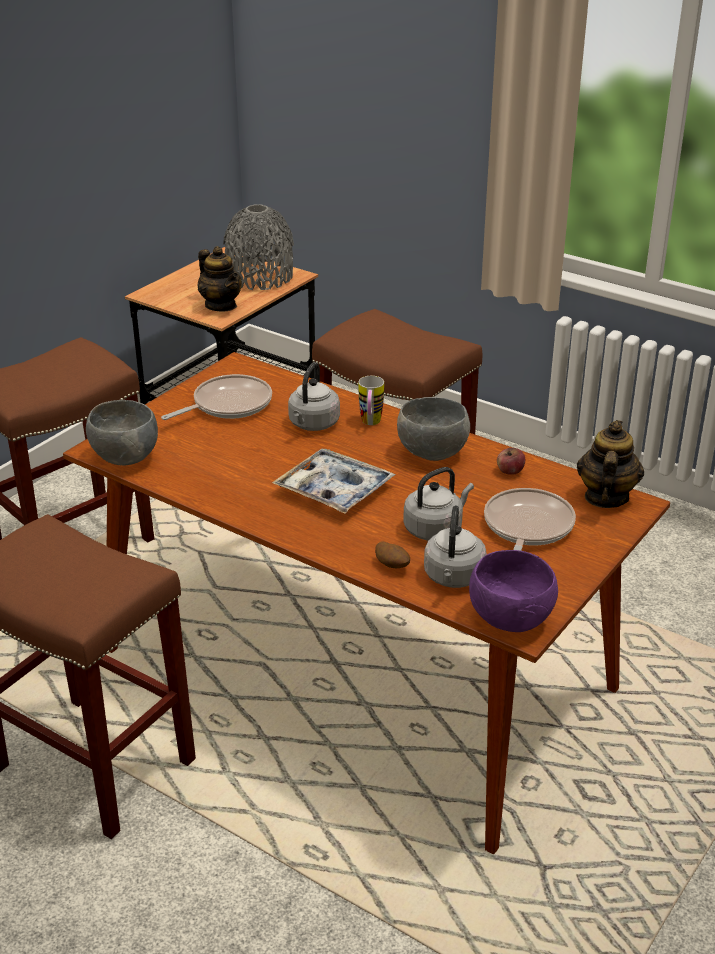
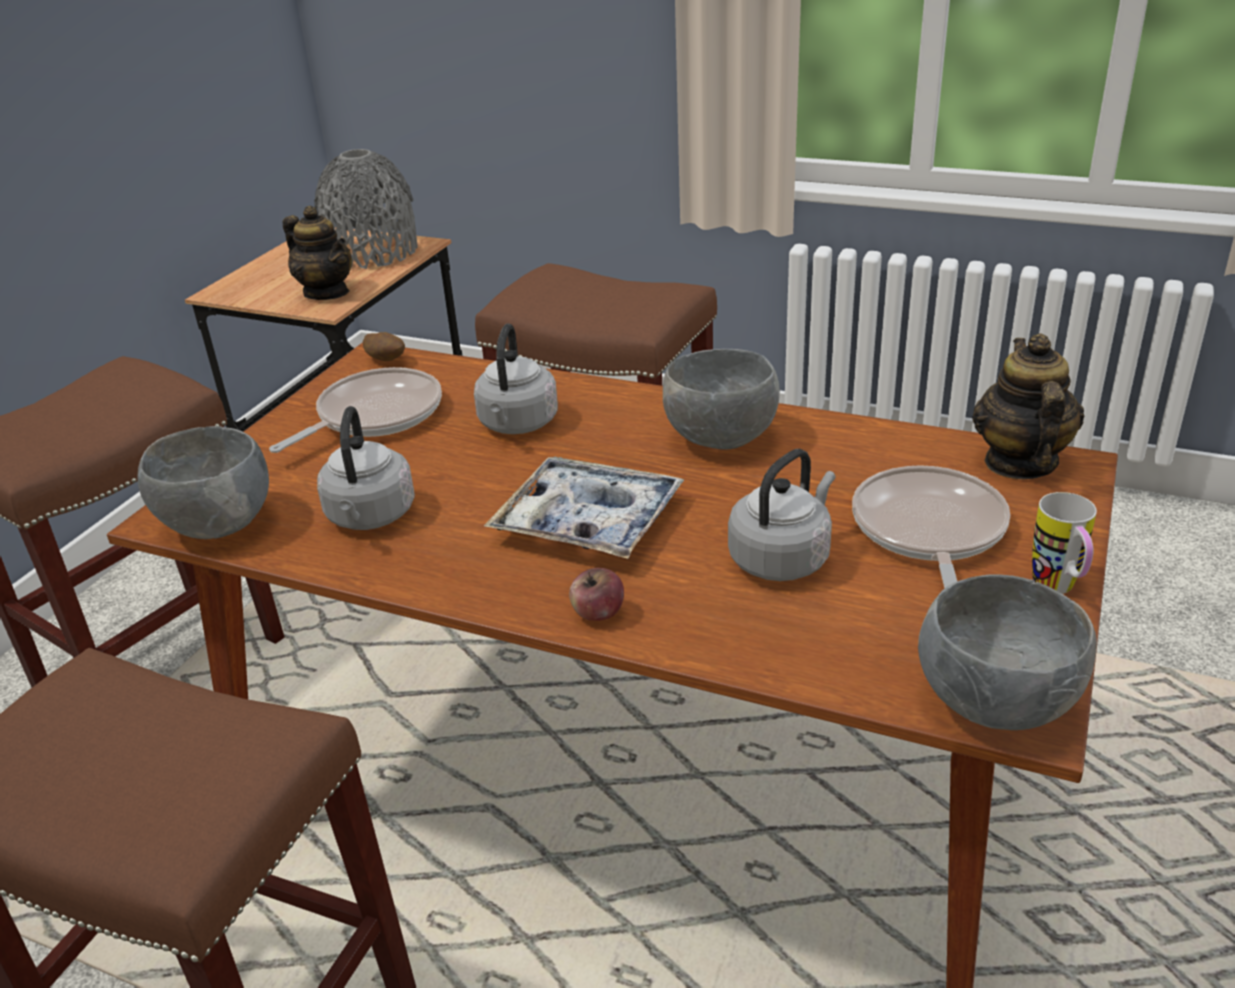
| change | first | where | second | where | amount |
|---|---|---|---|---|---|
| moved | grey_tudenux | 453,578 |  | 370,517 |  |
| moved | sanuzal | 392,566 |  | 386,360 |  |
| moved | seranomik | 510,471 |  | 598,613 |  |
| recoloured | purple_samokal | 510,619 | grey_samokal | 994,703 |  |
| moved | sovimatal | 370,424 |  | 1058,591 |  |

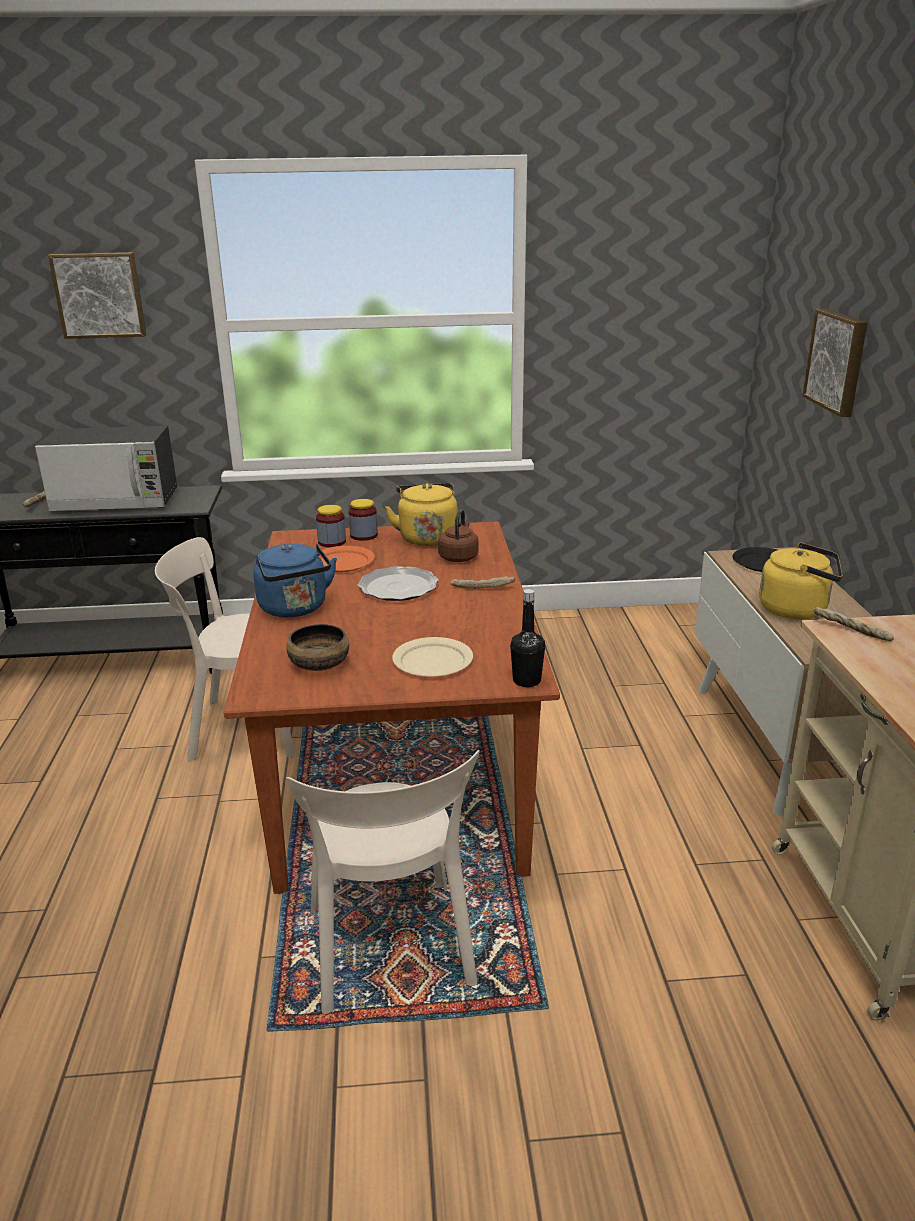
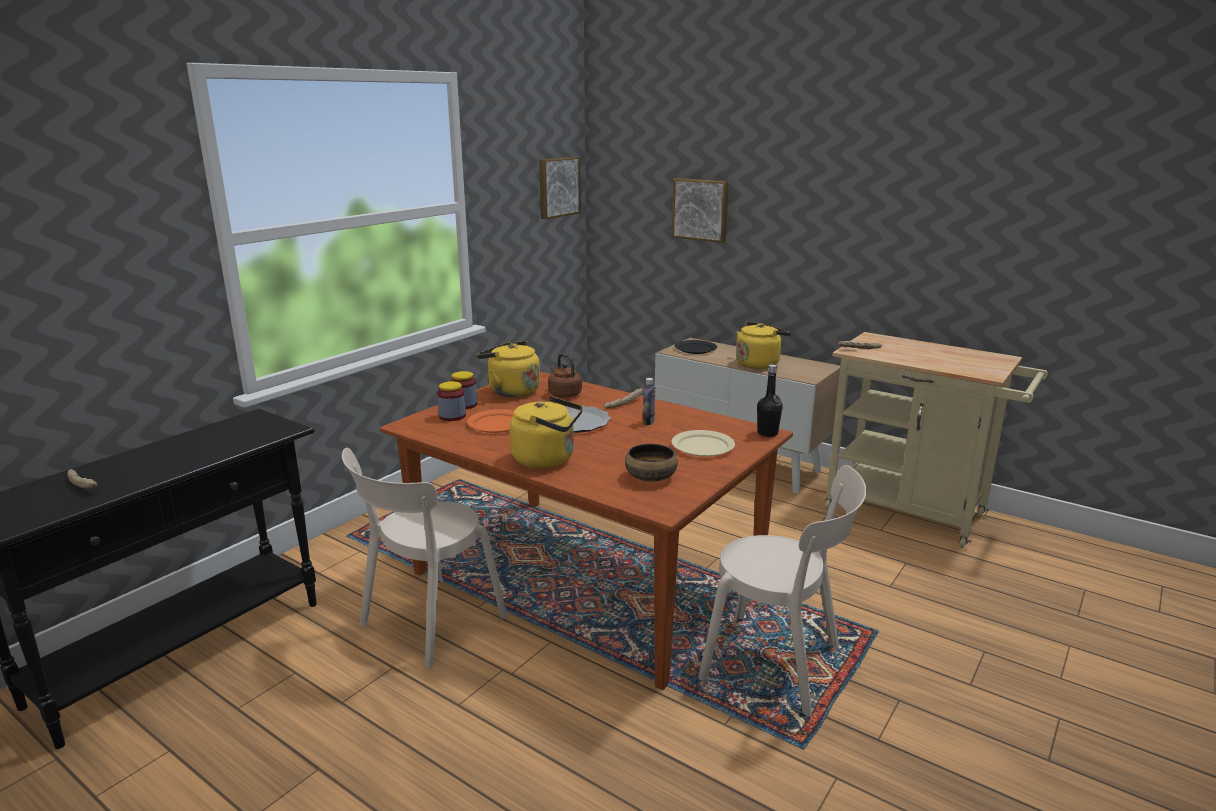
| change | first | where | second | where | amount |
|---|---|---|---|---|---|
| recoloured | blue_tudenux | 295,609 | yellow_tudenux | 547,459 |  |
| moved | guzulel | 99,295 |  | 558,187 |  |
| added |  |  | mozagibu | 648,422 |  |
| removed | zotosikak | 116,501 |  |  |  |

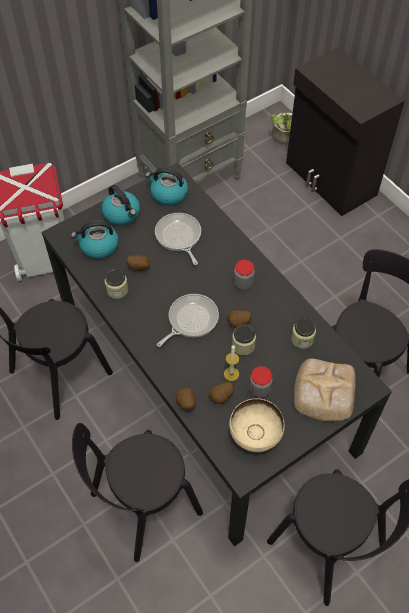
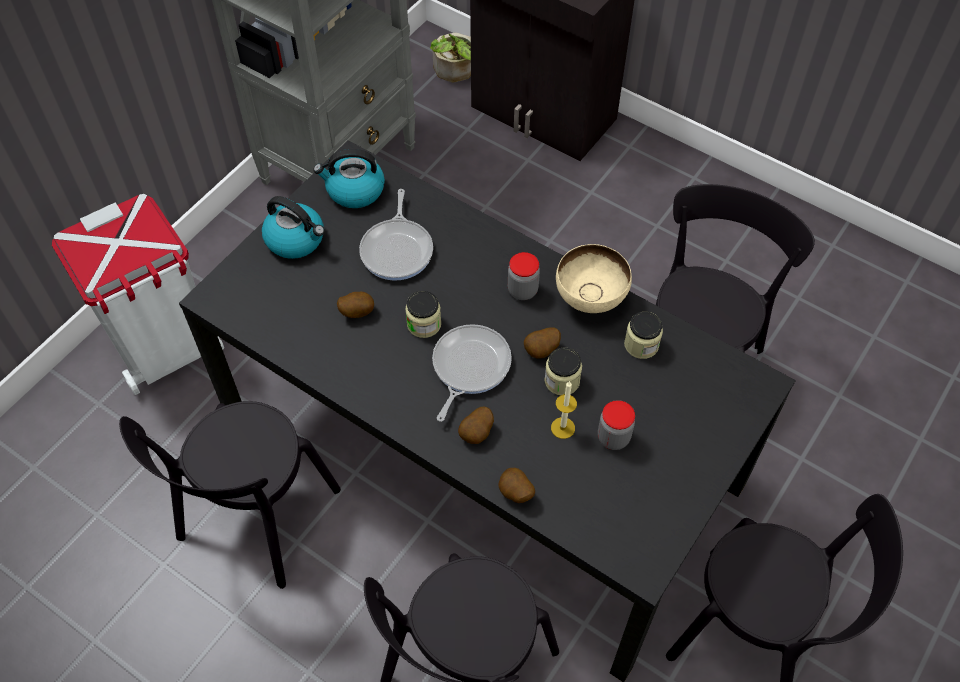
| change | first | where | second | where | amount |
|---|---|---|---|---|---|
| turned | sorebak | 179,237 |  | 398,249 | 135 degrees counterclockwise |
| moved | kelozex | 117,290 |  | 424,324 |  |
| moved | sanuzal | 221,397 |  | 477,434 |  |
| moved | beige_samokal | 254,436 |  | 589,300 |  |
| removed | tudenux | 98,246 |  |  |  |
| removed | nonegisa | 323,392 |  |  |  |

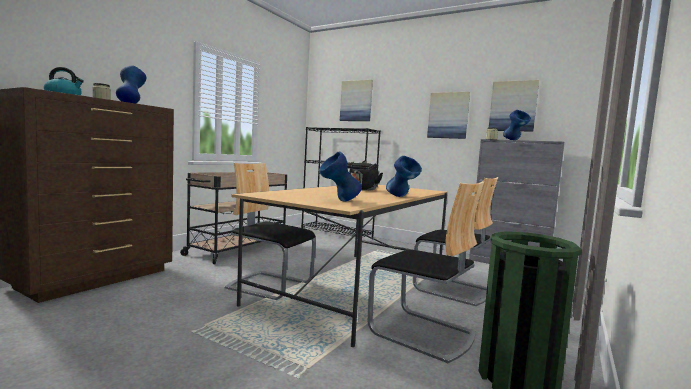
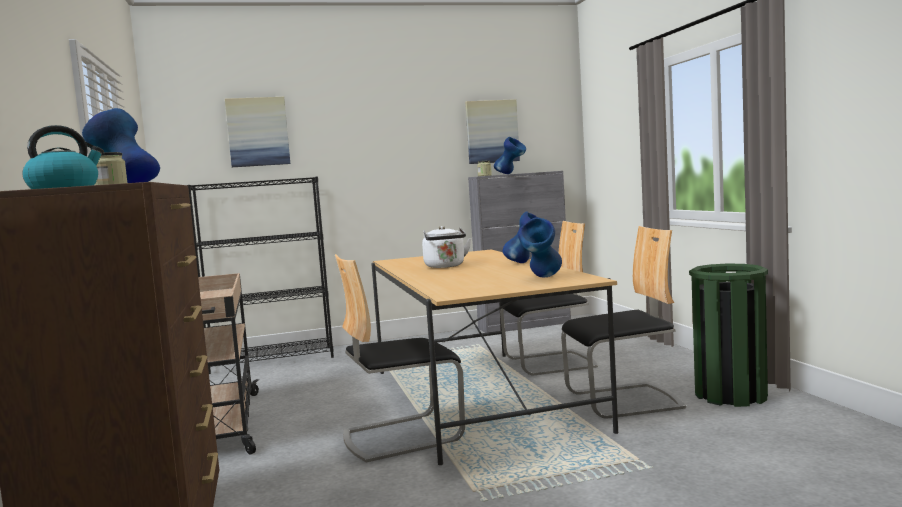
| change | first | where | second | where | amount |
|---|---|---|---|---|---|
| recoloured | black_tudenux | 362,189 | white_tudenux | 445,266 |  |
| removed | guzulel | 448,115 |  |  |  |

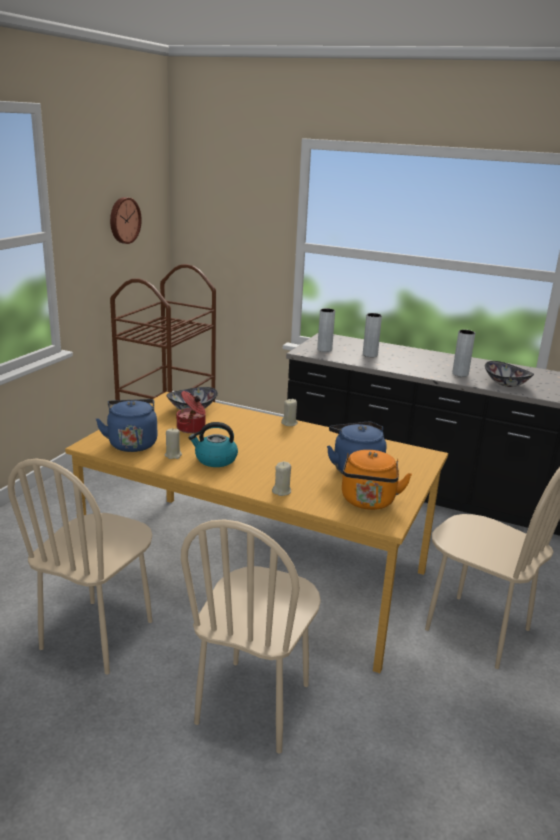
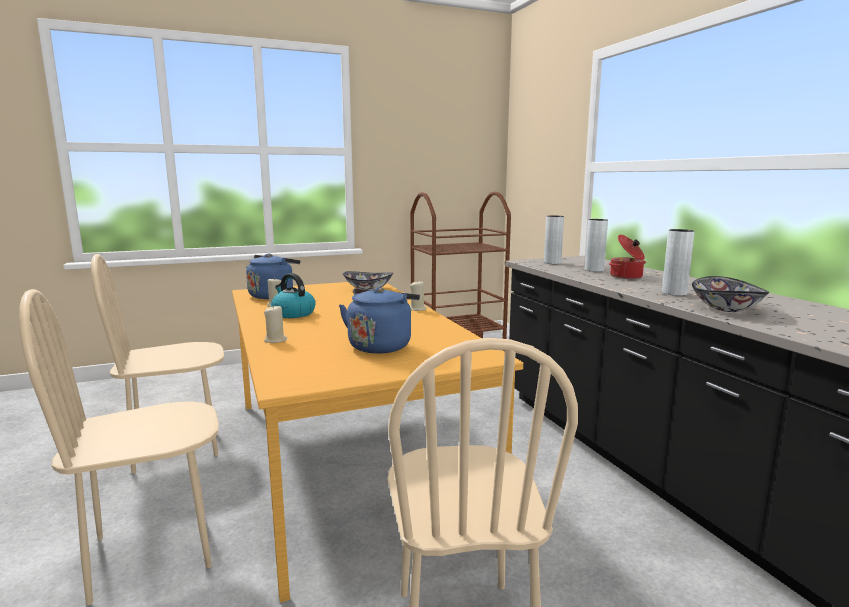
| change | first | where | second | where | amount |
|---|---|---|---|---|---|
| moved | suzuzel | 192,428 |  | 626,277 |  |
| removed | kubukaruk | 123,220 |  |  |  |
| removed | orange_tudenux | 368,502 |  |  |  |

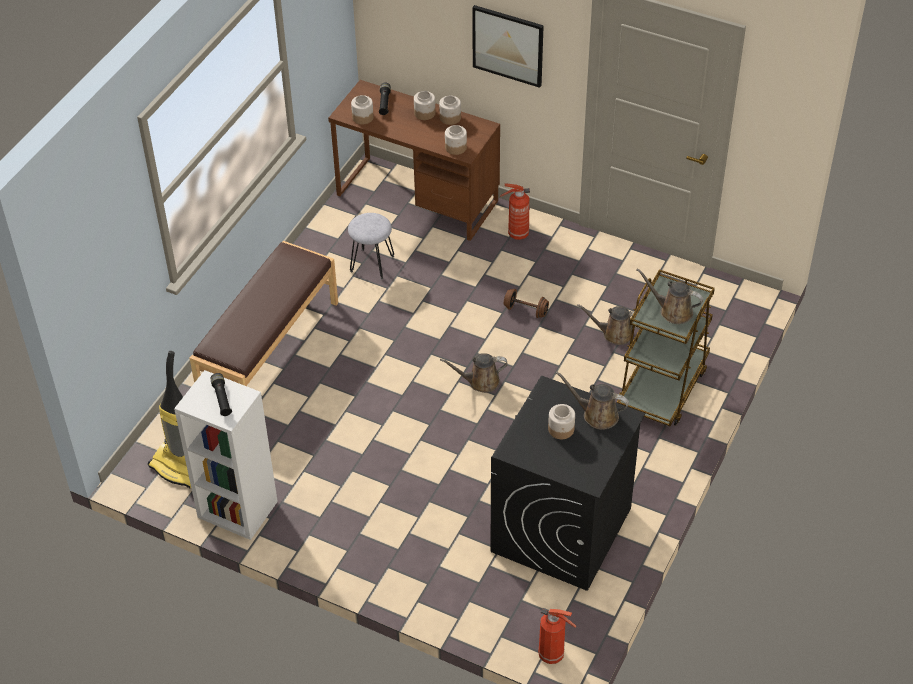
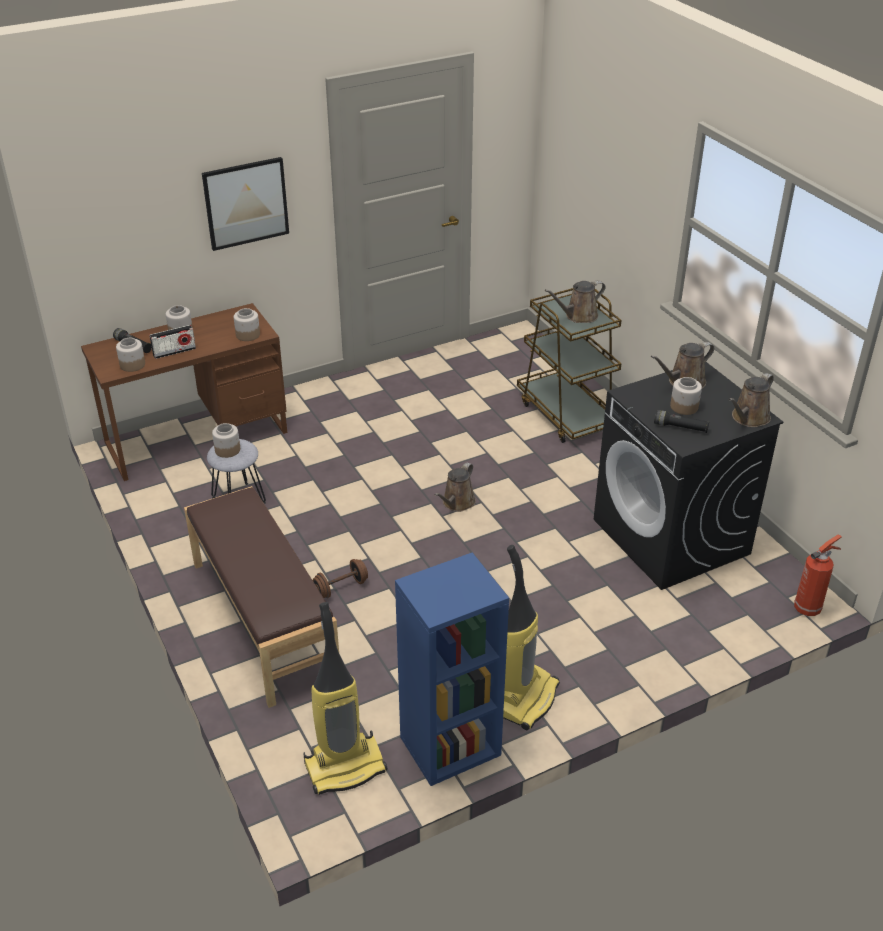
| change | first | where | second | where | amount |
|---|---|---|---|---|---|
| added |  |  | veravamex | 174,352 |  |
| moved | kelozex | 450,118 |  | 227,450 |  |
| moved | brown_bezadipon | 526,310 |  | 341,588 |  |
| recoloured | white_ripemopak | 236,510 | blue_ripemopak | 450,747 |  |
| added |  |  | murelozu | 525,698 |  |
| moved | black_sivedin | 222,399 |  | 680,427 |  |
| moved | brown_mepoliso | 614,334 |  | 748,418 |  |
| removed | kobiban | 517,234 |  |  |  |

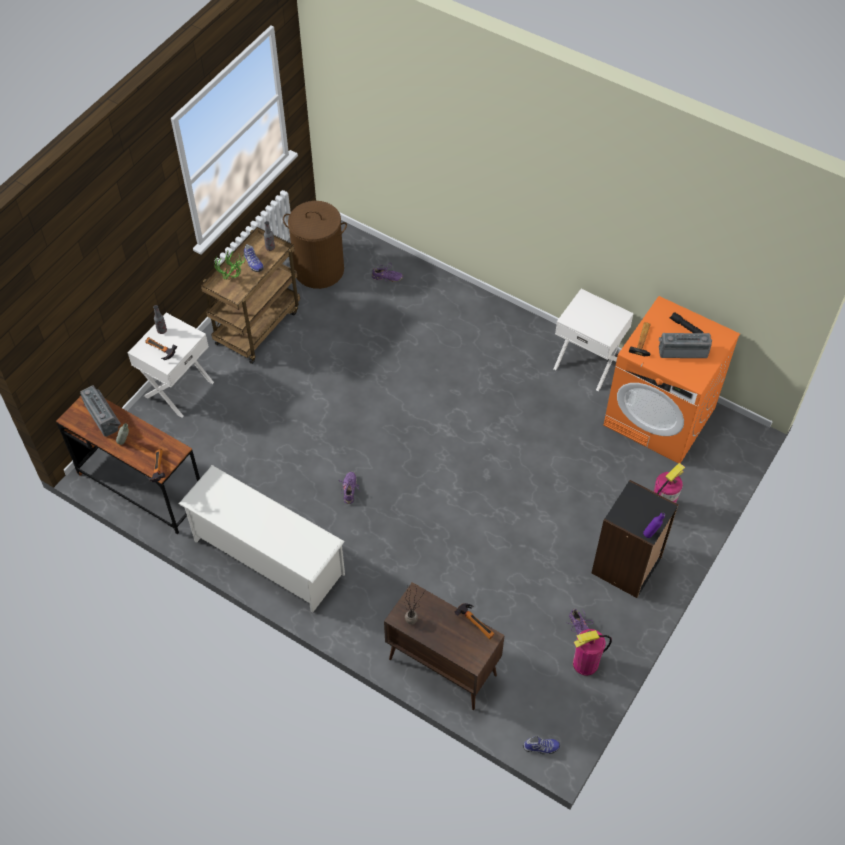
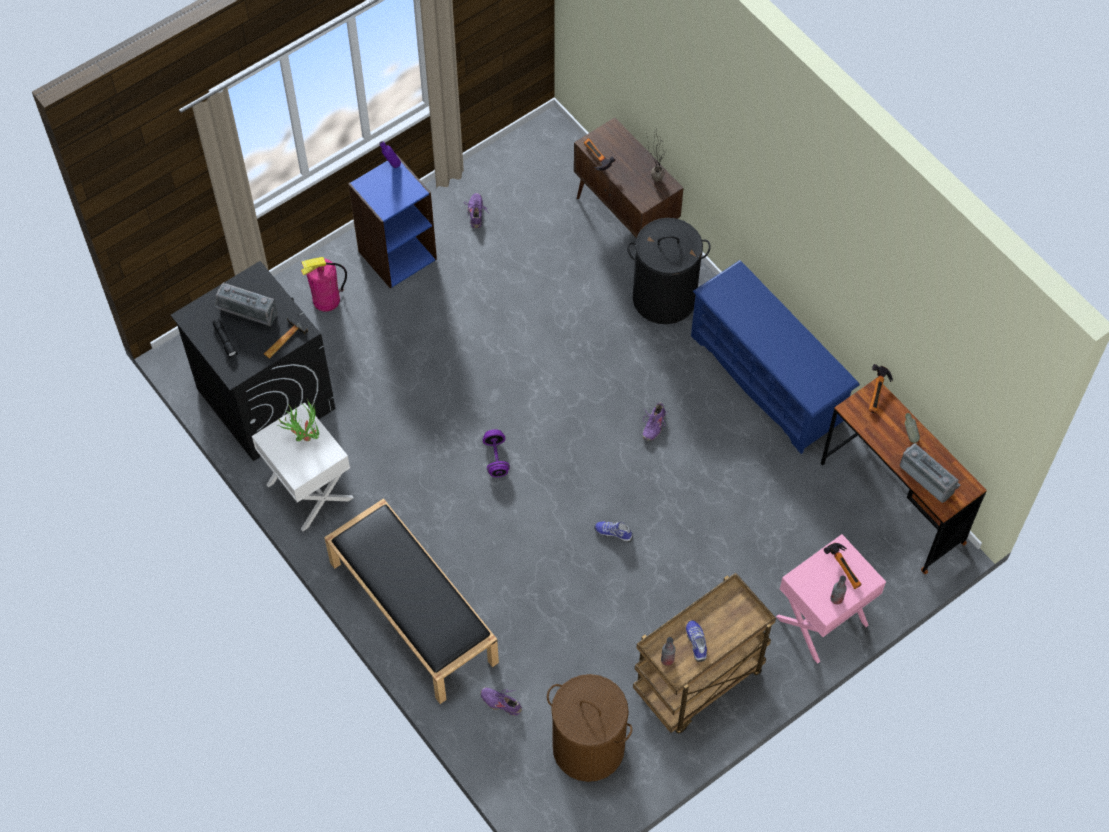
| change | first | where | second | where | amount |
|---|---|---|---|---|---|
| recoloured | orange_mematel | 660,416 | black_mematel | 265,398 |  |
| moved | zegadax | 233,280 |  | 303,436 |  |
| added |  |  | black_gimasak | 412,612 |  |
| recoloured | black_ripemopak | 627,566 | blue_ripemopak | 397,254 |  |
| added |  |  | purple_bezadipon | 496,458 |  |
| moved | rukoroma | 541,747 |  | 614,532 |  |
| added |  |  | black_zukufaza | 664,297 |  |
| recoloured | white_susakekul | 267,557 | blue_susakekul | 767,379 |  |
| recoloured | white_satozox | 178,388 | pink_satozox | 822,621 |  |
| turned | veravamex | 104,416 |  | 928,477 | 150 degrees clockwise |
| removed | kobiban | 585,663 |  |  |  |

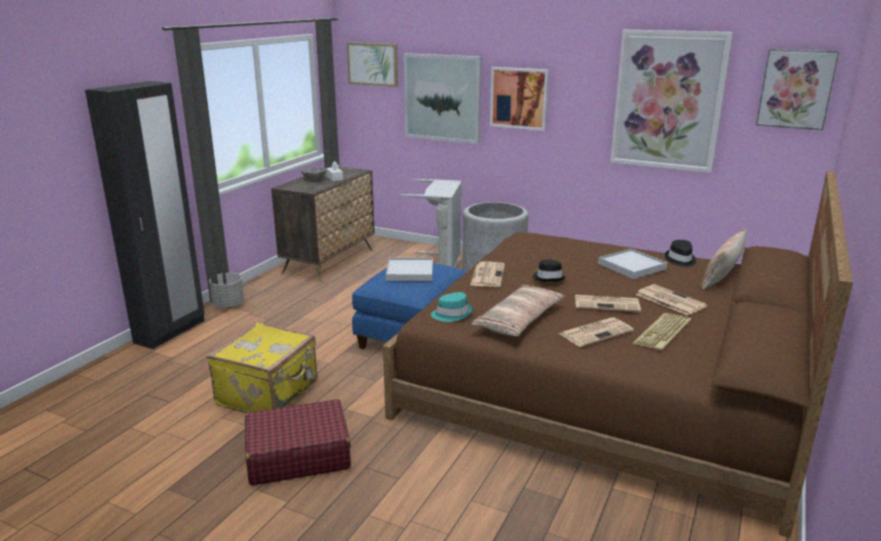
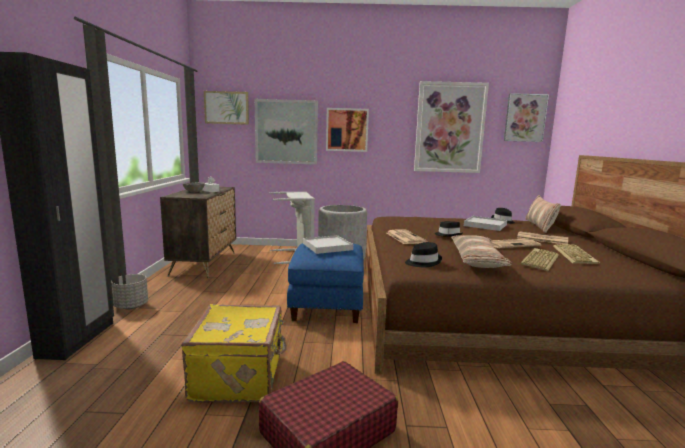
| change | first | where | second | where | amount |
|---|---|---|---|---|---|
| recoloured | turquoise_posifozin | 452,314 | black_posifozin | 422,262 |  |
| replaced | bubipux | 596,332 | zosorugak | 539,260 |  |

